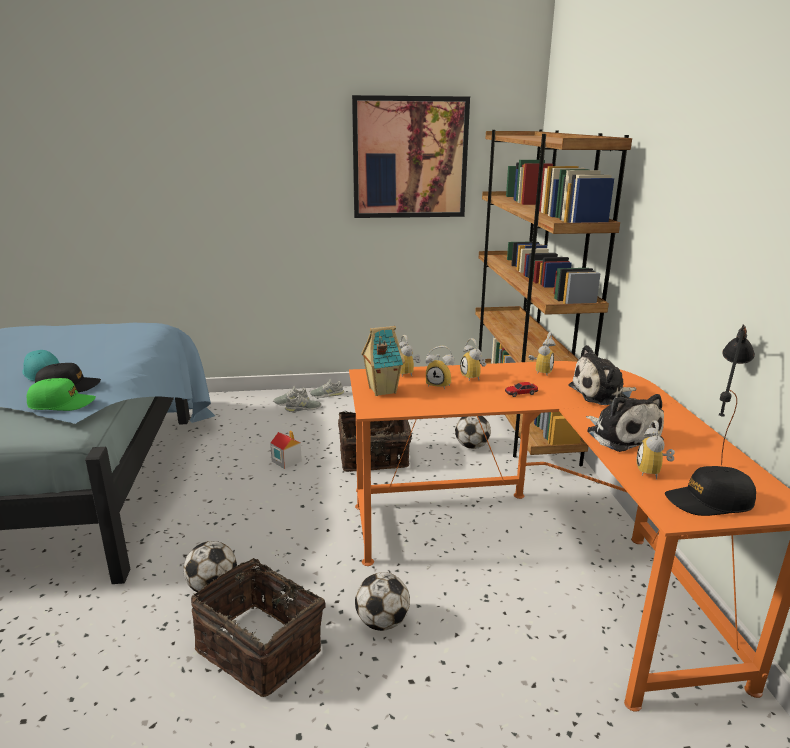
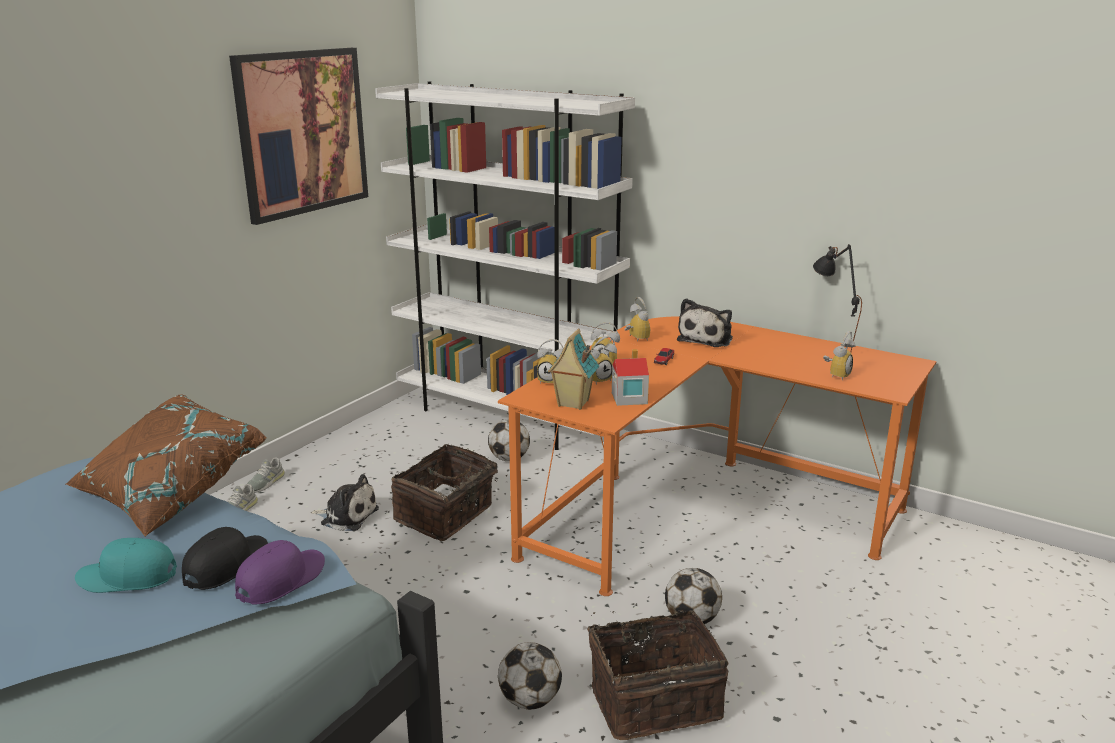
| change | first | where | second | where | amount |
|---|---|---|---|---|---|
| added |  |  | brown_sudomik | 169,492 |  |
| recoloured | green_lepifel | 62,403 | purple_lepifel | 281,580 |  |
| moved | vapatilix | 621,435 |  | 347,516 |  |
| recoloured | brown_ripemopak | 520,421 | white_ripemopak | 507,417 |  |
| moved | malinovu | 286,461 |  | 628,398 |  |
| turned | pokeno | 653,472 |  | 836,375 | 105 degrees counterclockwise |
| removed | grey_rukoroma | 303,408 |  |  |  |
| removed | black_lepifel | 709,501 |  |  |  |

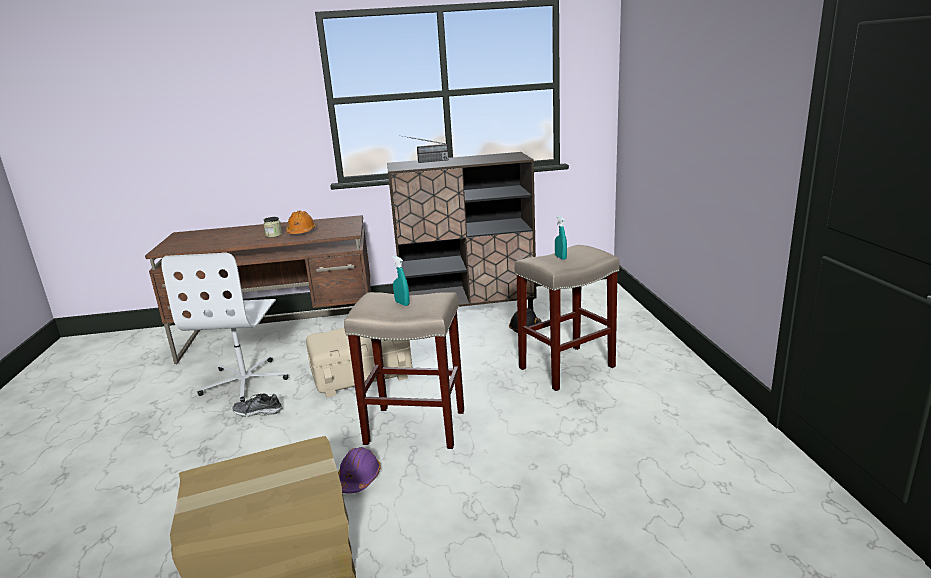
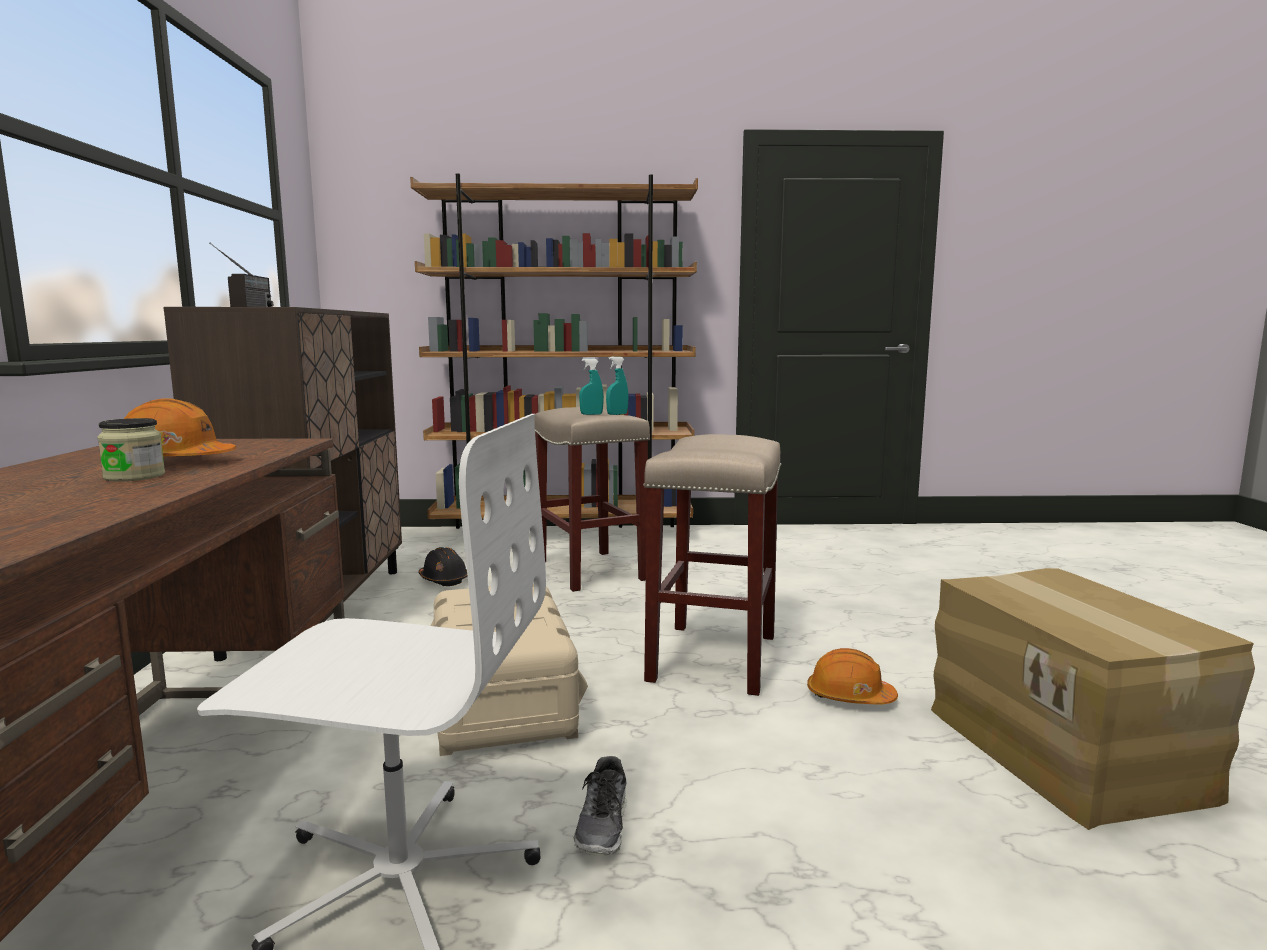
| change | first | where | second | where | amount |
|---|---|---|---|---|---|
| added |  |  | brown_ripemopak | 564,535 |  |
| moved | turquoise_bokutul | 402,303 |  | 617,414 |  |
| recoloured | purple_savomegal | 358,479 | orange_savomegal | 849,697 |  |

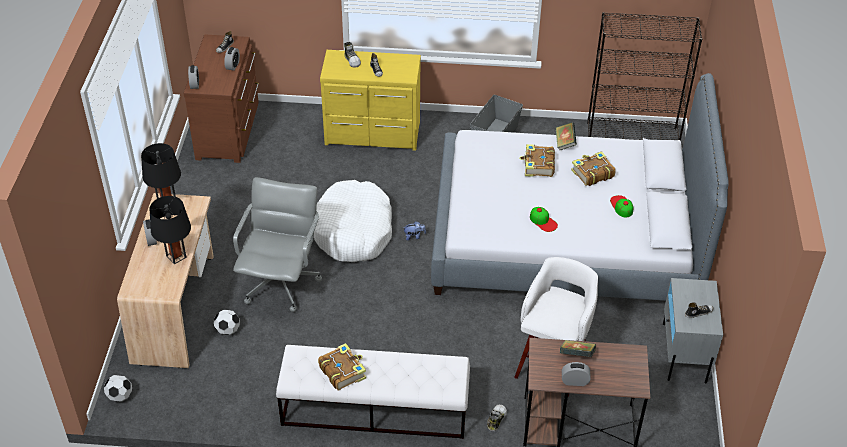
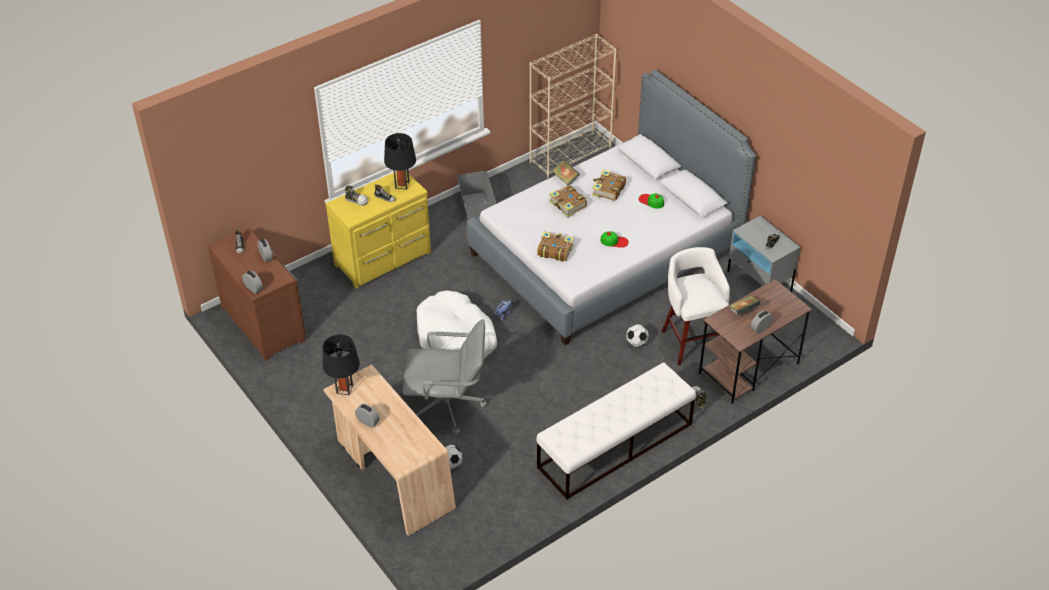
| change | first | where | second | where | amount |
|---|---|---|---|---|---|
| moved | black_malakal | 176,256 |  | 402,185 |  |
| turned | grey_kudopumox | 281,282 |  | 448,407 | 120 degrees clockwise |
| recoloured | black_ripemopak | 633,136 | beige_ripemopak | 570,155 |  |
| moved | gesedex | 342,371 |  | 554,250 |  |
| moved | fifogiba | 120,396 |  | 636,343 |  |

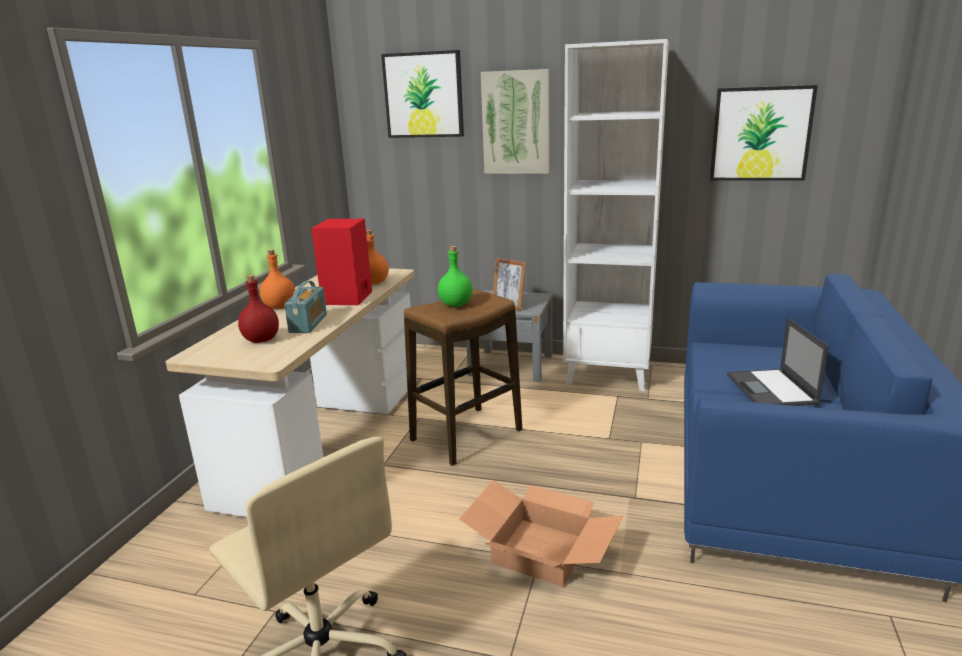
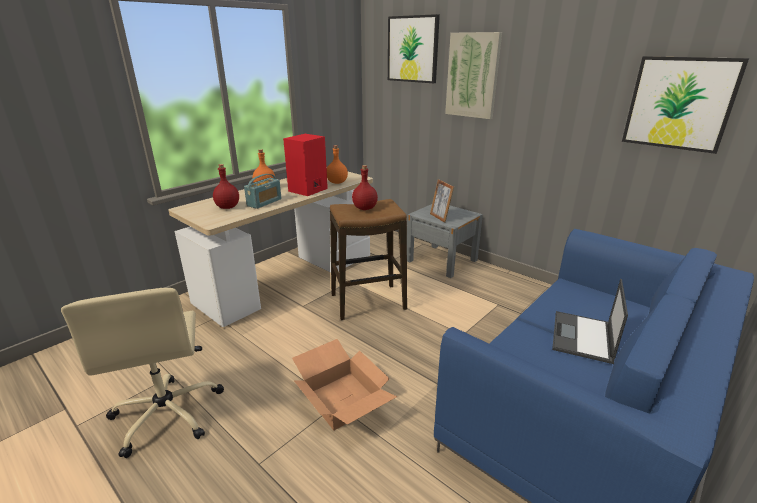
| change | first | where | second | where | amount |
|---|---|---|---|---|---|
| recoloured | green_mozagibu | 456,304 | red_mozagibu | 365,208 |  |
| removed | white_ripemopak | 608,374 |  |  |  |

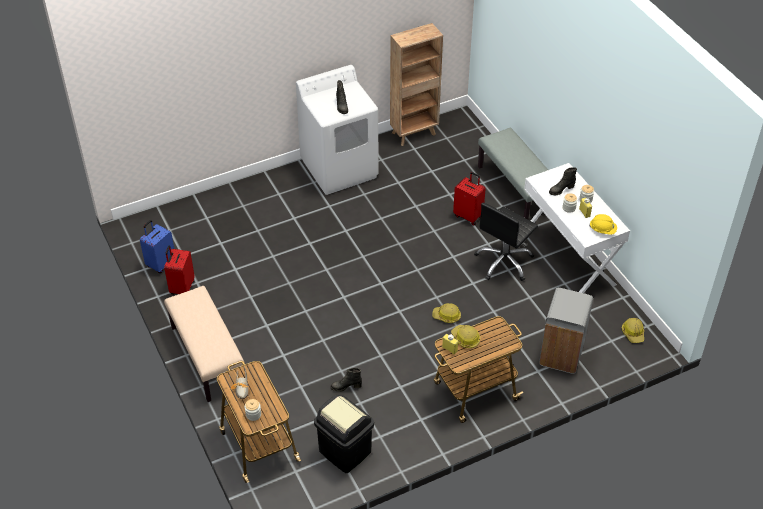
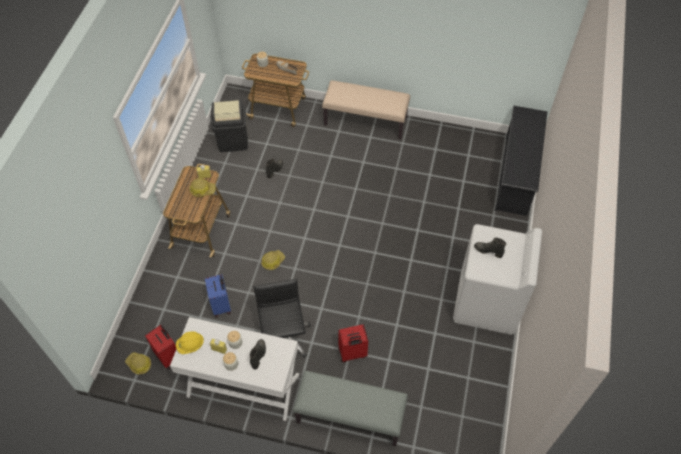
| change | first | where | second | where | amount |
|---|---|---|---|---|---|
| moved | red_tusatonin | 182,287 |  | 168,356 |  |
| moved | blue_tusatonin | 160,263 |  | 221,305 |  |
| added |  |  | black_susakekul | 516,175 |  |
| removed | brown_ripemopak | 414,133 |  |  |  |
| removed | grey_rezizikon | 562,354 |  |  |  |

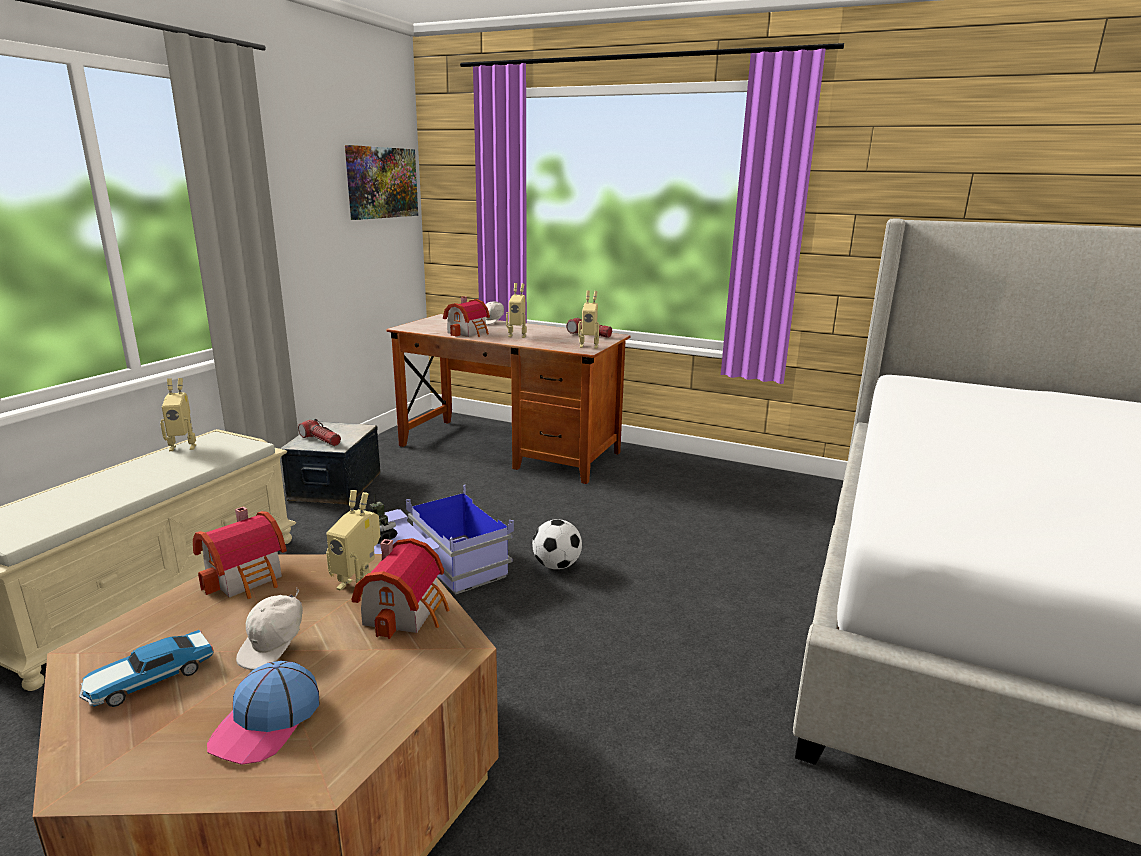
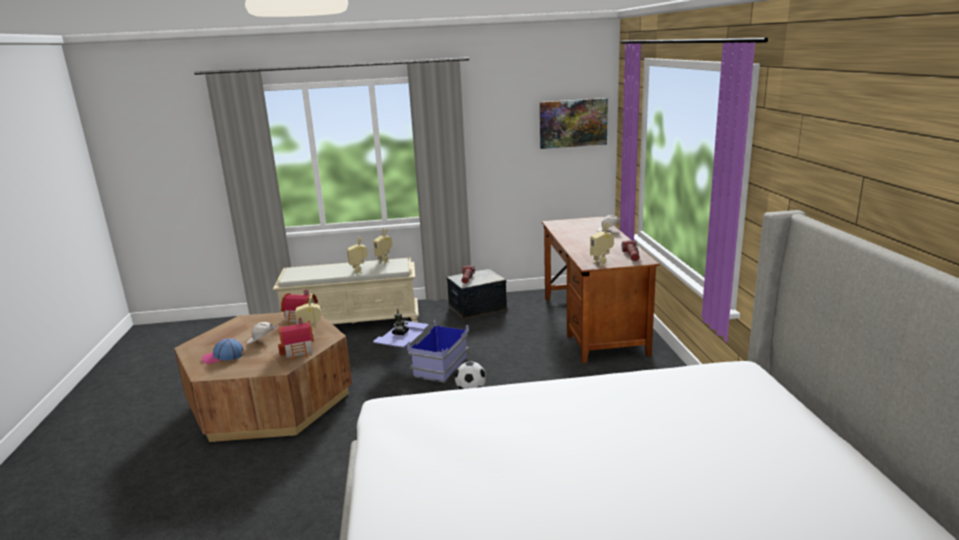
| change | first | where | second | where | amount |
|---|---|---|---|---|---|
| moved | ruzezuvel | 517,335 |  | 359,271 |  |
| removed | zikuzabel | 148,679 |  |  |  |
| removed | malinovu | 469,332 |  |  |  |

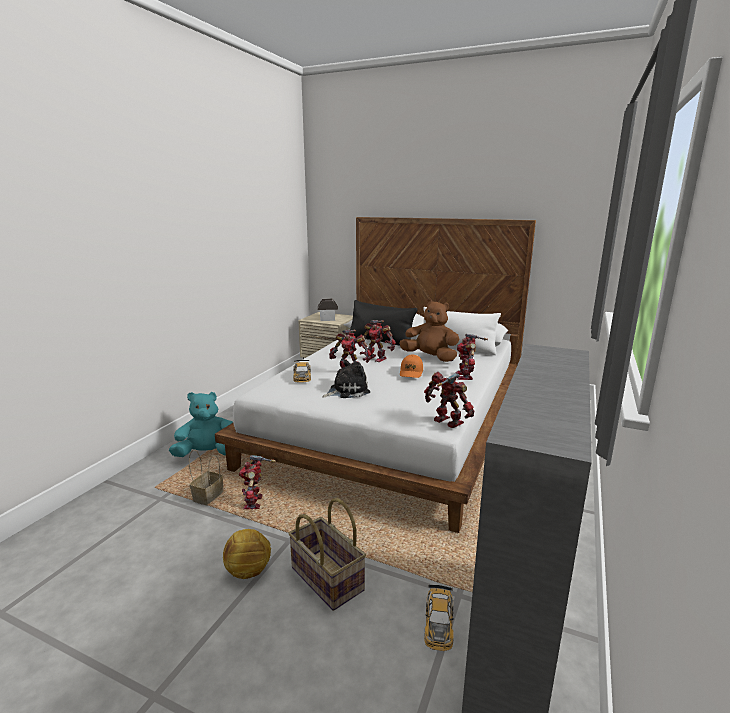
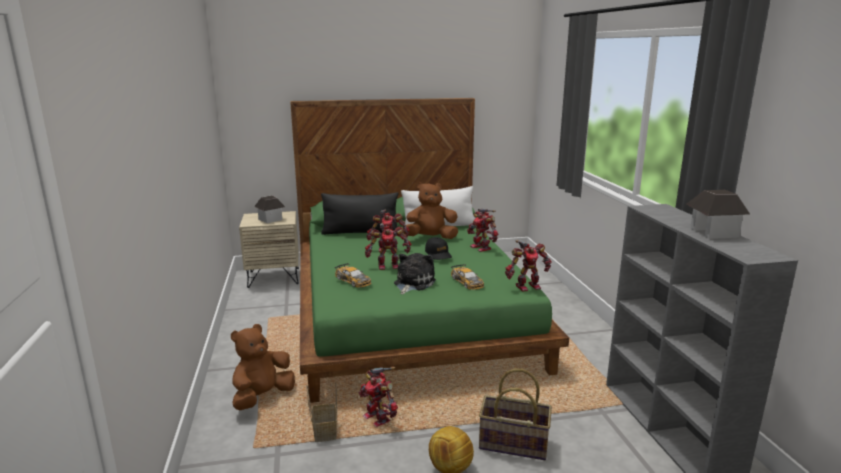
| change | first | where | second | where | amount |
|---|---|---|---|---|---|
| recoloured | turquoise_vapatilix | 207,454 | brown_vapatilix | 262,397 |  |
| recoloured | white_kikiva | 395,424 | green_kikiva | 408,311 |  |
| recoloured | orange_lepifel | 411,372 | black_lepifel | 438,254 |  |
| moved | zikuzabel | 439,622 |  | 467,282 |  |
| turned | ruzezuvel | 447,422 |  | 526,286 | 150 degrees clockwise |
| added |  |  | malinovu | 713,232 |  |

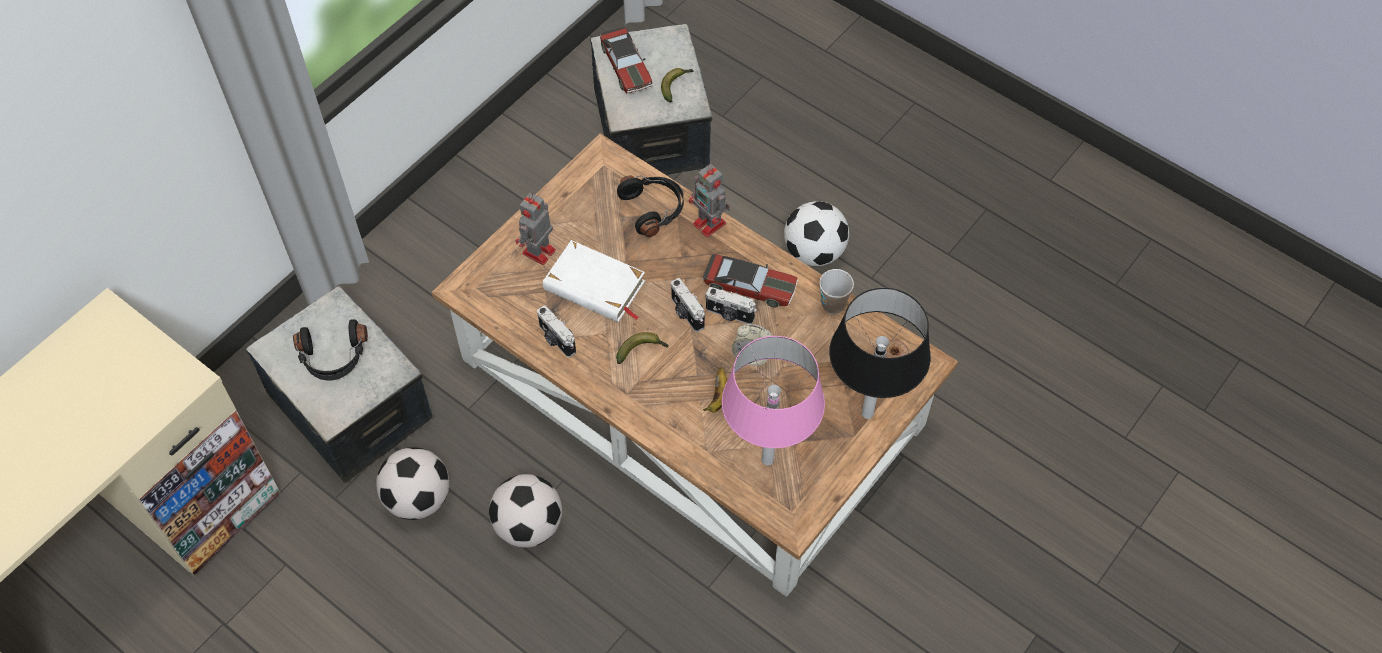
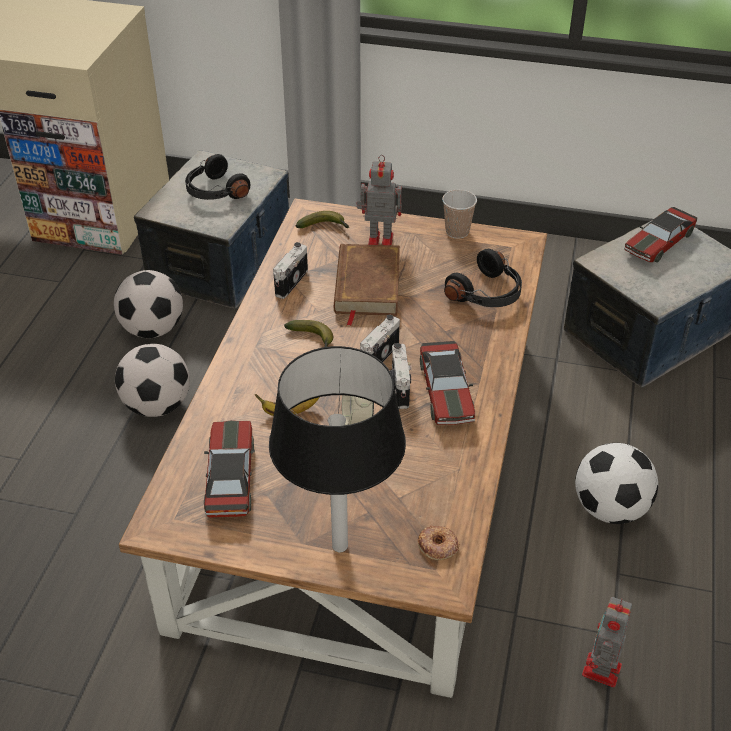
| change | first | where | second | where | amount |
|---|---|---|---|---|---|
| replaced | pink_malakal | 767,460 | zikuzabel | 230,477 |  |
| moved | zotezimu | 676,85 |  | 325,227 |  |
| recoloured | white_gesedex | 594,286 | brown_gesedex | 366,286 |  |
| moved | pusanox | 833,304 |  | 457,232 |  |
| moved | ruzezuvel | 710,224 |  | 601,672 |  |

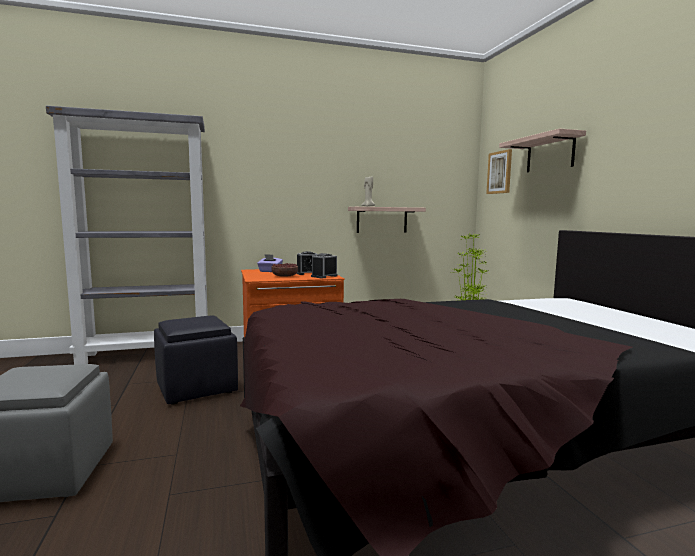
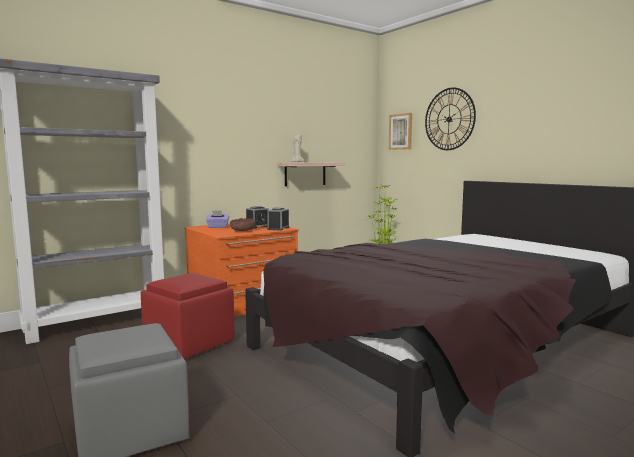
| change | first | where | second | where | amount |
|---|---|---|---|---|---|
| recoloured | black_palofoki | 197,387 | red_palofoki | 189,343 |  |
| replaced | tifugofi | 550,154 | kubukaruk | 449,119 |  |

